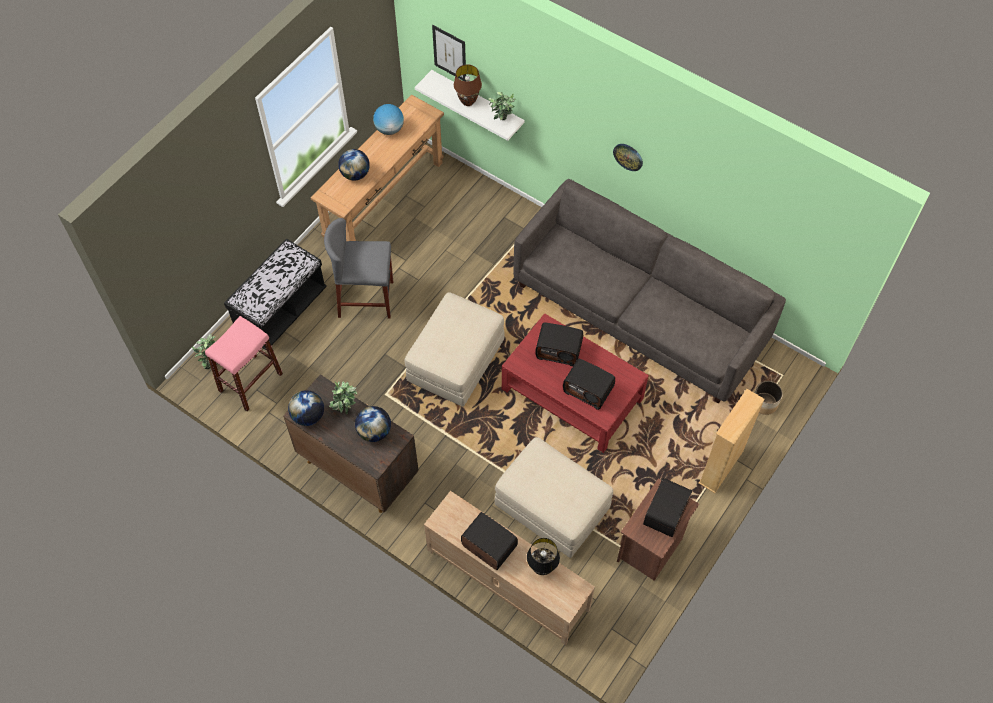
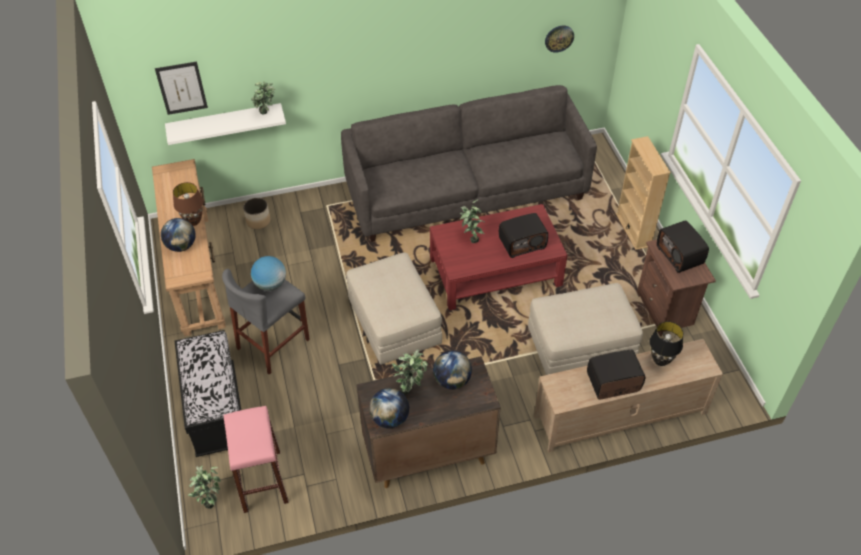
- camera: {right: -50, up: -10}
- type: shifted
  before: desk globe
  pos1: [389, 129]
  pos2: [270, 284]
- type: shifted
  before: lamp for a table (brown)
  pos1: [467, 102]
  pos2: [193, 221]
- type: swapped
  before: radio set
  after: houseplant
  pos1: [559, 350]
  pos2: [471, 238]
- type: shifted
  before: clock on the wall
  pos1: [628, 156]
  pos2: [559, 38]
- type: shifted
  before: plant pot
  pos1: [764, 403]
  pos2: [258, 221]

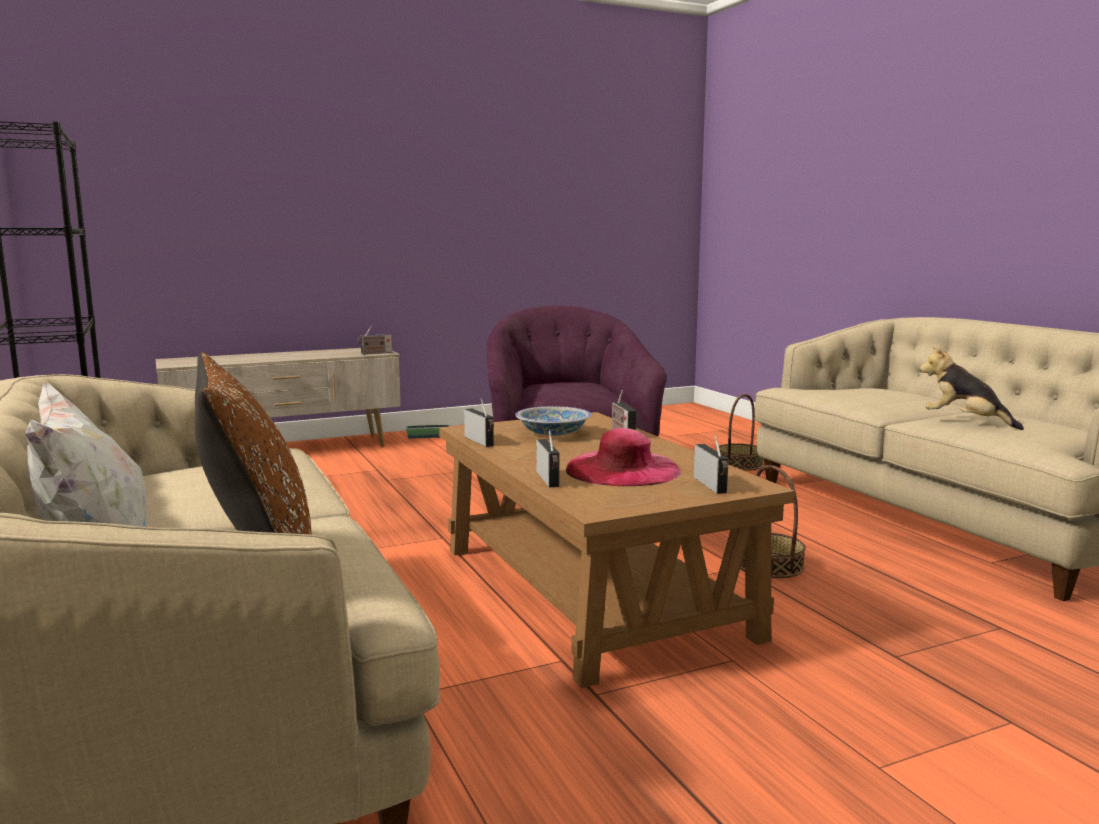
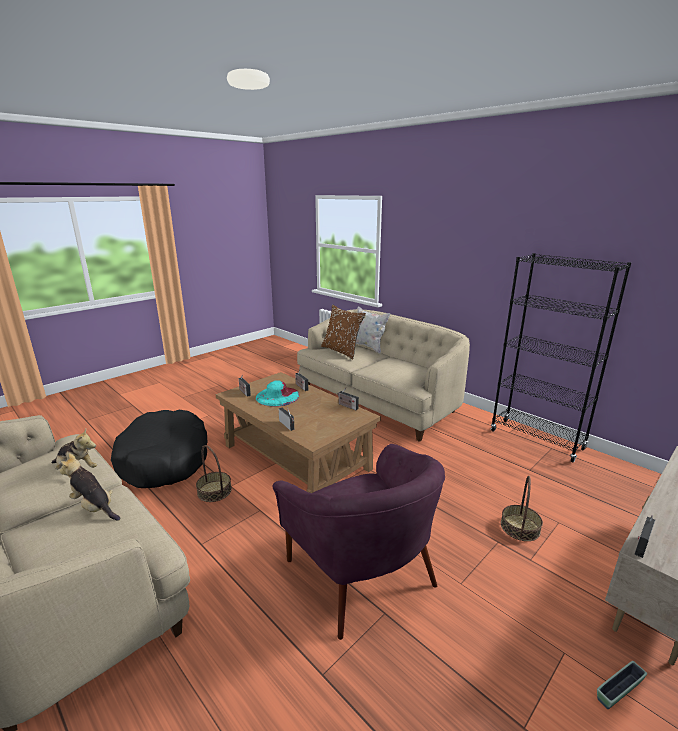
- camera: {right: 160, up: 10}
- type: gone
  before: deep dish
  pos1: [553, 434]
- type: repainted
  before: wearable hat (pinkish)
  after: wearable hat (turquoise)
  pos1: [622, 469]
  pos2: [277, 396]
- type: shifted
  before: household basket
  pos1: [740, 464]
  pos2: [520, 527]
- type: new
  after: soft toy
  pos2: [94, 507]
- type: new
  after: dog cushion (black)
  pos2: [165, 460]

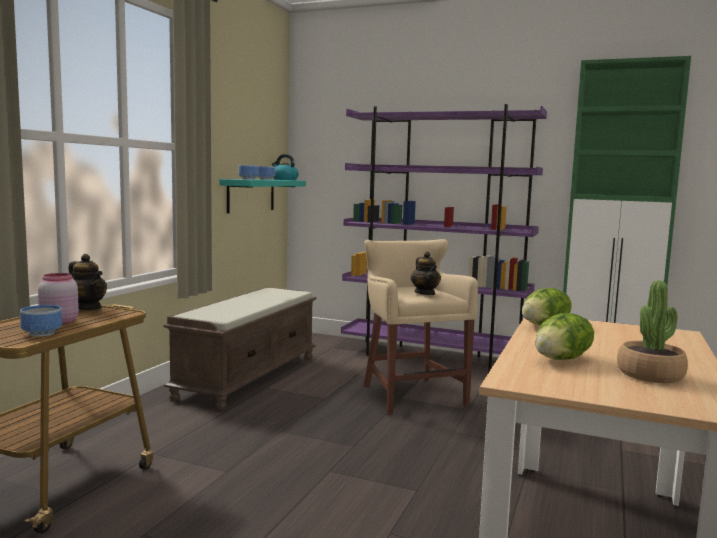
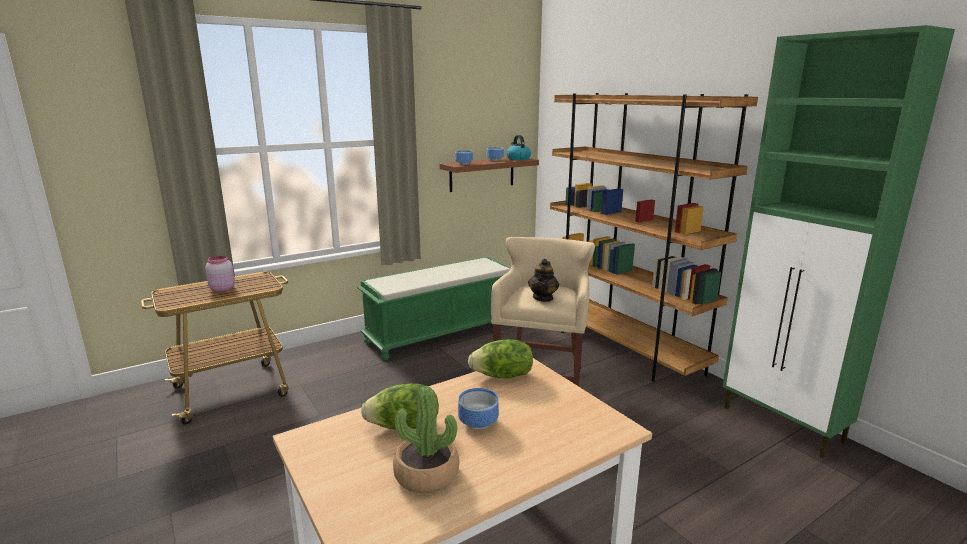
- camera: {right: 35, up: 10}
- type: shifted
  before: deep dish
  pos1: [40, 333]
  pos2: [476, 422]
- type: gone
  before: tea pot
  pos1: [87, 308]
- type: repainted
  before: long seat (brown)
  after: long seat (green-coloured)
  pos1: [248, 376]
  pos2: [441, 332]
- type: repainted
  before: wall shelf (turquoise)
  after: wall shelf (brown)
  pos1: [251, 195]
  pos2: [482, 174]
- type: repainted
  before: bookcase (purple-coloured)
  after: bookcase (brown)
  pos1: [433, 357]
  pos2: [621, 348]

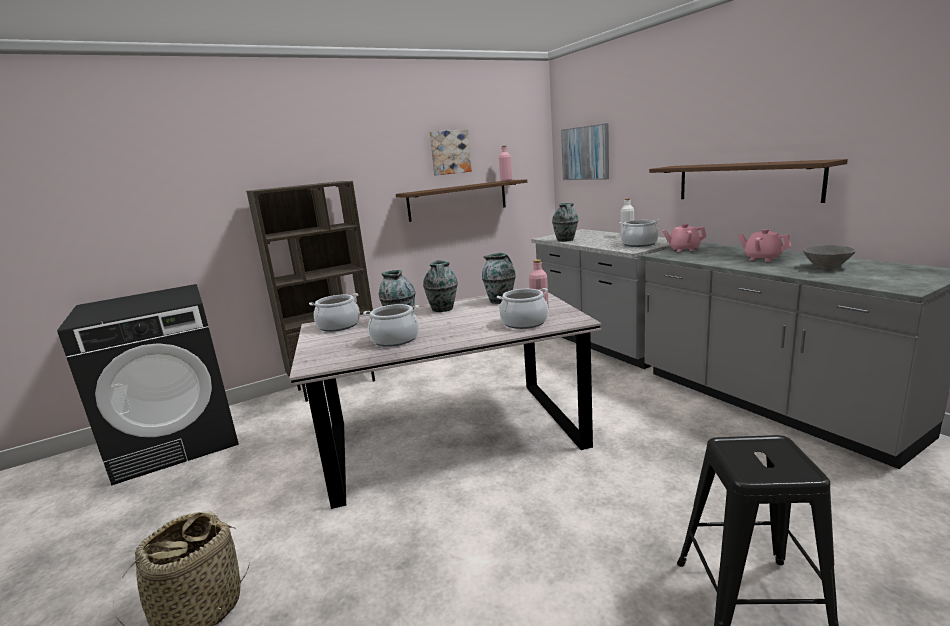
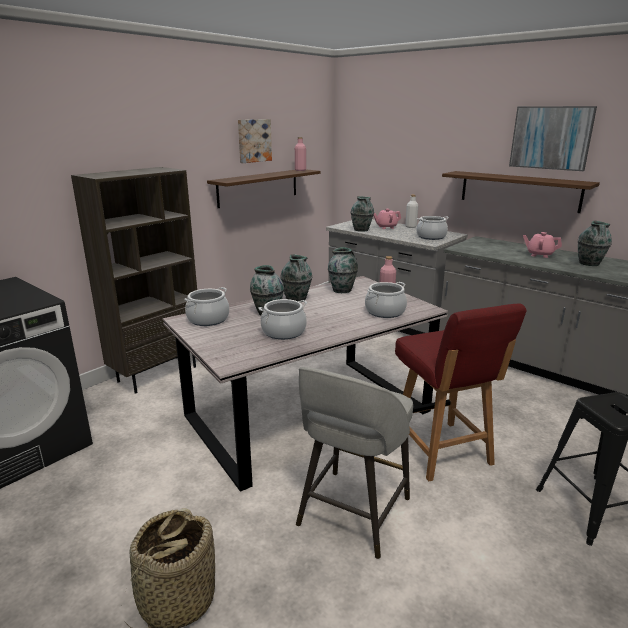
- camera: {right: -20, up: 5}
- type: shifted
  before: picture
  pos1: [585, 153]
  pos2: [551, 138]
- type: shifted
  before: tea pot (pinkish)
  pos1: [683, 249]
  pos2: [386, 227]
- type: swapped
  before: deep dish (gray)
  after: flower vase
  pos1: [826, 267]
  pos2: [589, 264]
- type: new
  after: sitting stool (gray)
  pos2: [352, 514]
- type: new
  after: upright chair (red)
  pos2: [442, 451]

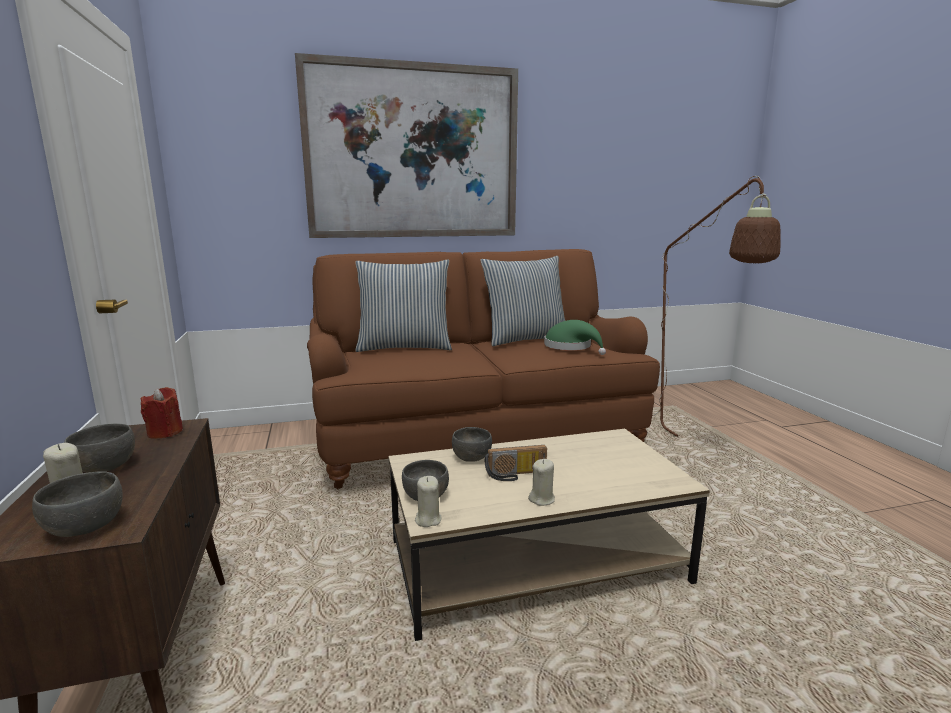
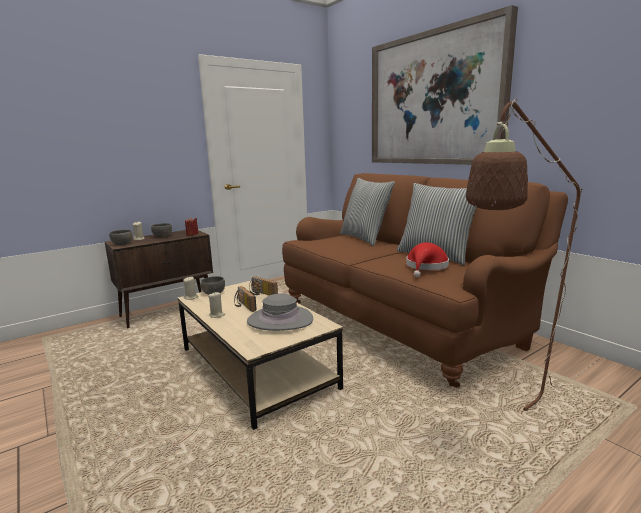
- camera: {right: 70, up: 0}
- type: swapped
  before: deep dish (gray)
  after: radio set
  pos1: [471, 457]
  pos2: [261, 294]
- type: repainted
  before: wearable hat (green-coloured)
  after: wearable hat (red)
  pos1: [571, 347]
  pos2: [426, 267]
- type: new
  after: wearable hat (gray)
  pos2: [280, 320]

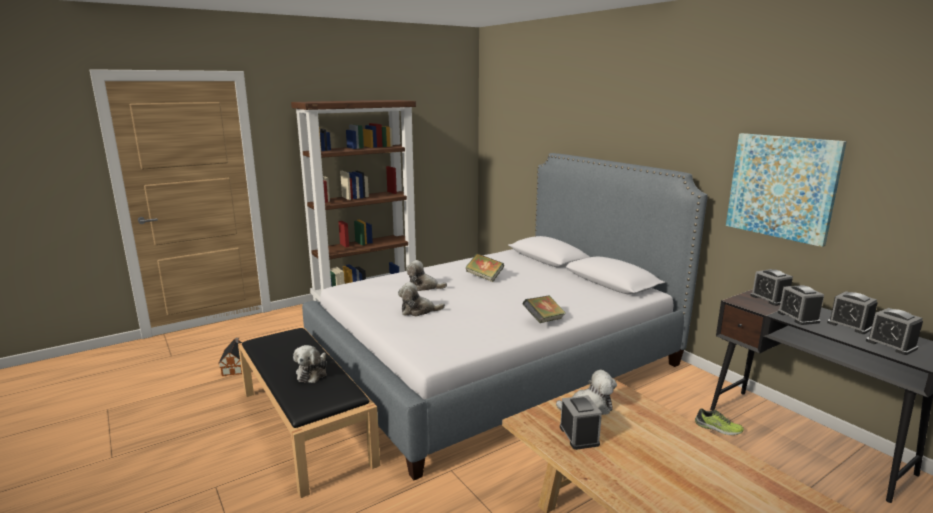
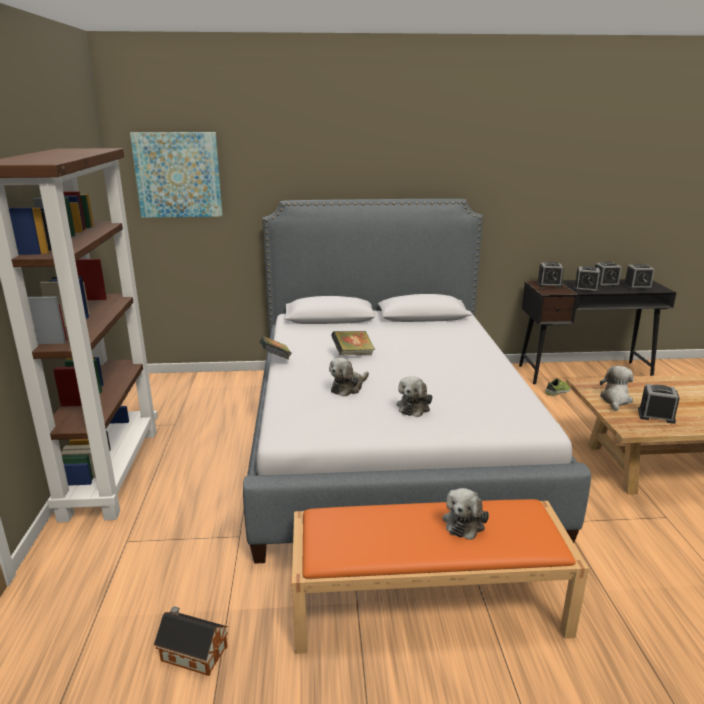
- camera: {right: -60, up: 5}
- type: repainted
  before: long seat (black)
  after: long seat (orange)
  pos1: [306, 426]
  pos2: [429, 603]
- type: rotated
  before: soft toy
  pos1: [313, 373]
  pos2: [464, 522]
  turn: 75
- type: shifted
  before: bound book
  pos1: [543, 320]
  pos2: [276, 359]
- type: shifted
  before: picture
  pos1: [782, 187]
  pos2: [178, 175]

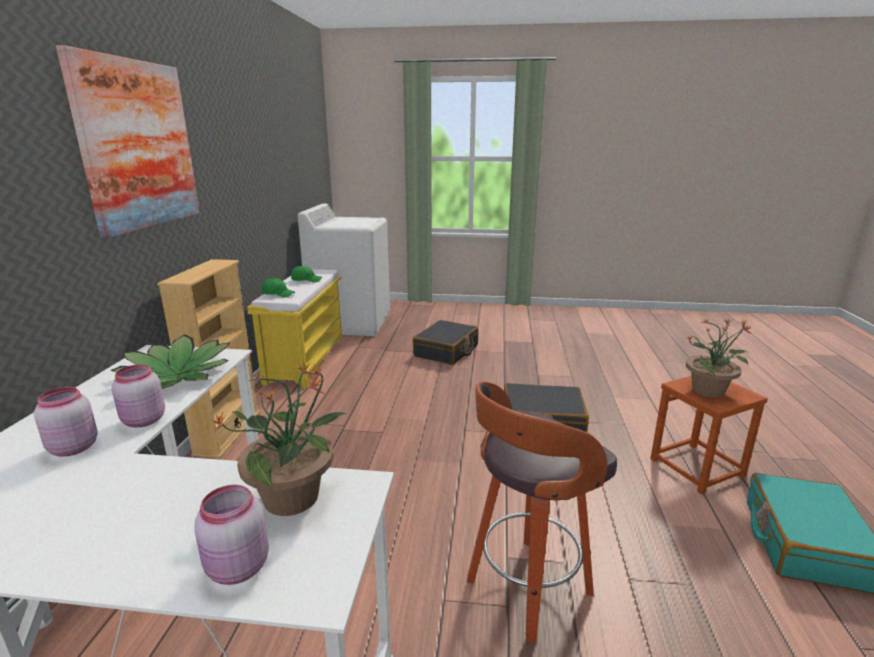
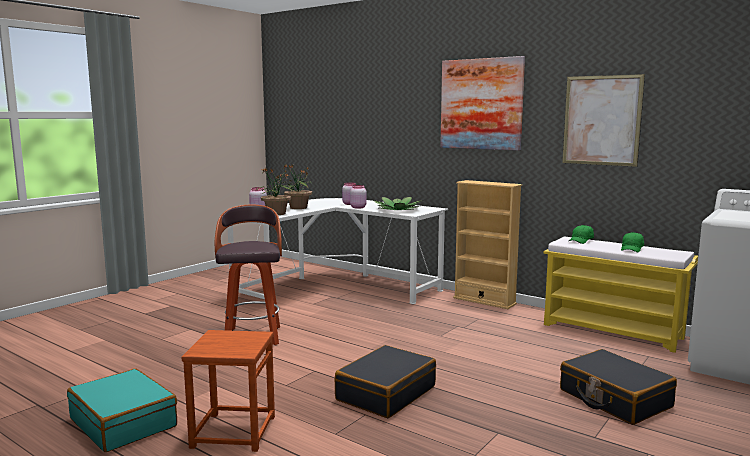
- camera: {right: 120, up: -10}
- type: shifted
  before: houseplant
  pos1: [709, 390]
  pos2: [298, 208]
- type: new
  after: picture
  pos2: [601, 120]

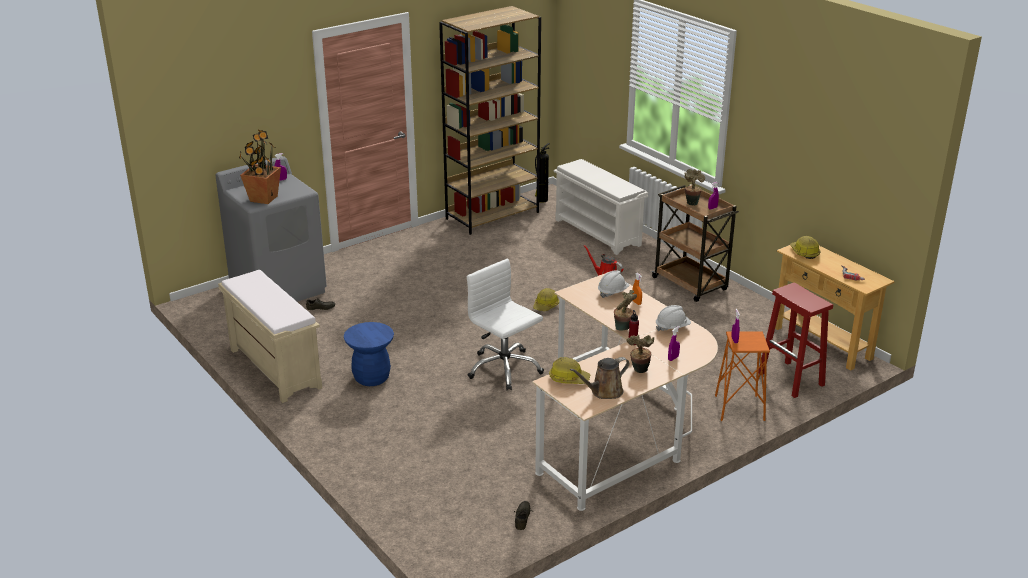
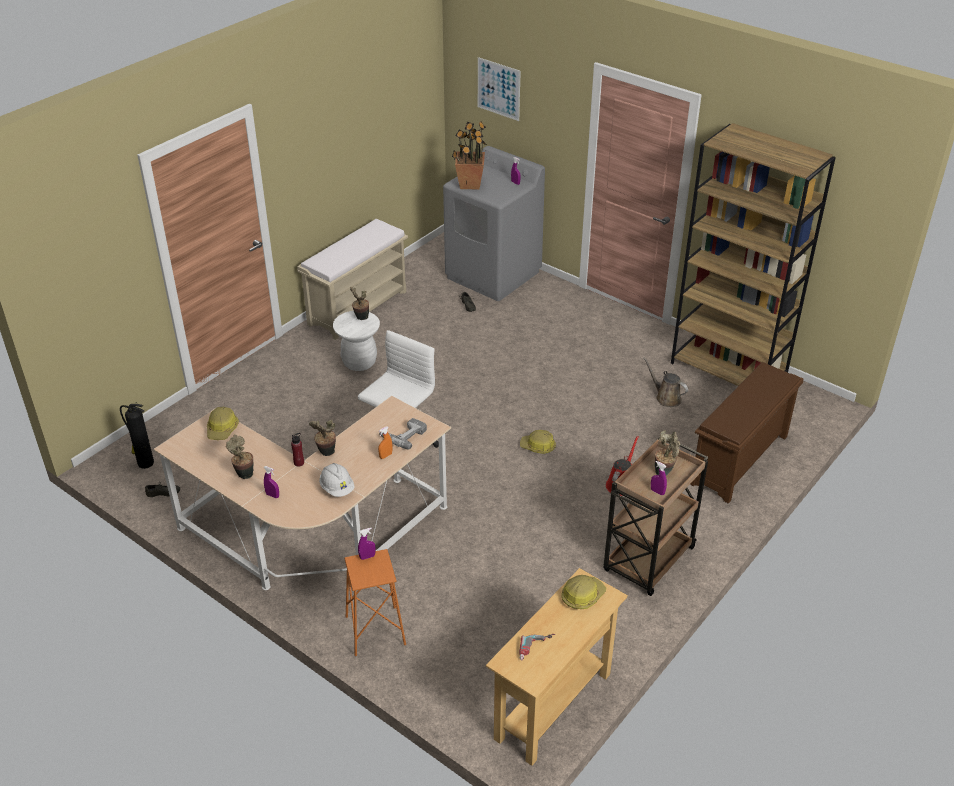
- camera: {right: 75, up: 10}
- type: repainted
  before: sitting stool (bluish)
  after: sitting stool (whitish)
  pos1: [371, 378]
  pos2: [359, 362]
- type: shifted
  before: fire extinguisher
  pos1: [541, 200]
  pos2: [145, 463]
- type: repainted
  before: shoe rack (whitish)
  after: shoe rack (brown)
  pos1: [598, 233]
  pos2: [739, 461]
- type: shifted
  before: watering pot (brown)
  pos1: [604, 392]
  pos2: [666, 397]
- type: swapped
  before: work helmet (whitish)
  after: power drill
  pos1: [612, 292]
  pos2: [403, 435]
- type: gone
  before: sitting stool (red)
  pos1: [792, 380]
- type: new
  after: houseplant
  pos2: [360, 317]
- type: new
  after: picture
  pos2: [498, 89]

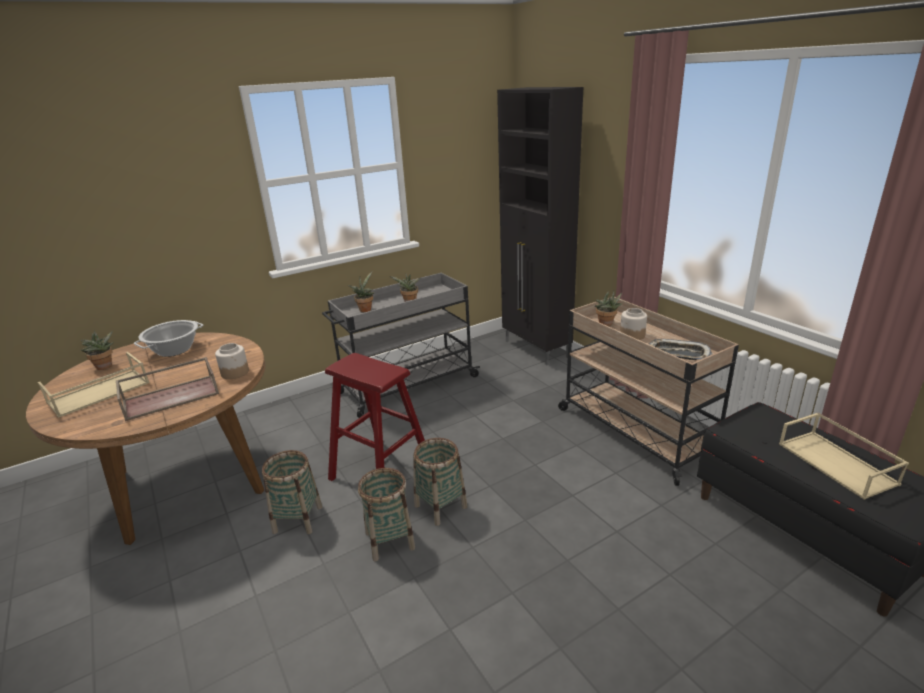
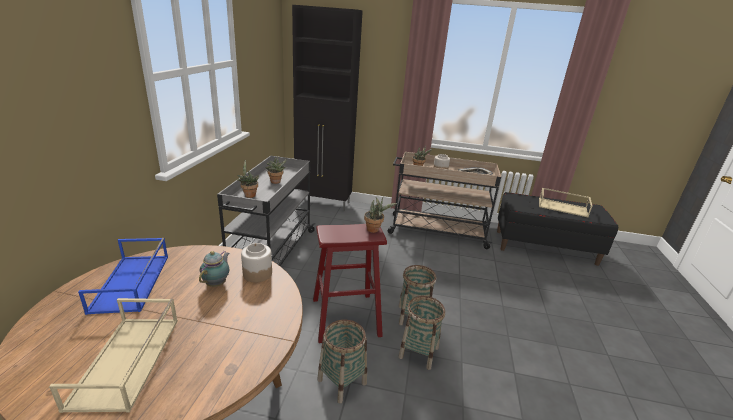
- camera: {right: -50, up: 0}
- type: shifted
  before: houseplant
  pos1: [105, 367]
  pos2: [375, 229]
- type: gone
  before: tray (brown)
  pos1: [172, 396]
- type: swapped
  before: saucepot
  after: tray (bluish)
  pos1: [174, 350]
  pos2: [132, 283]
- type: new
  after: tea pot
  pos2: [217, 283]

